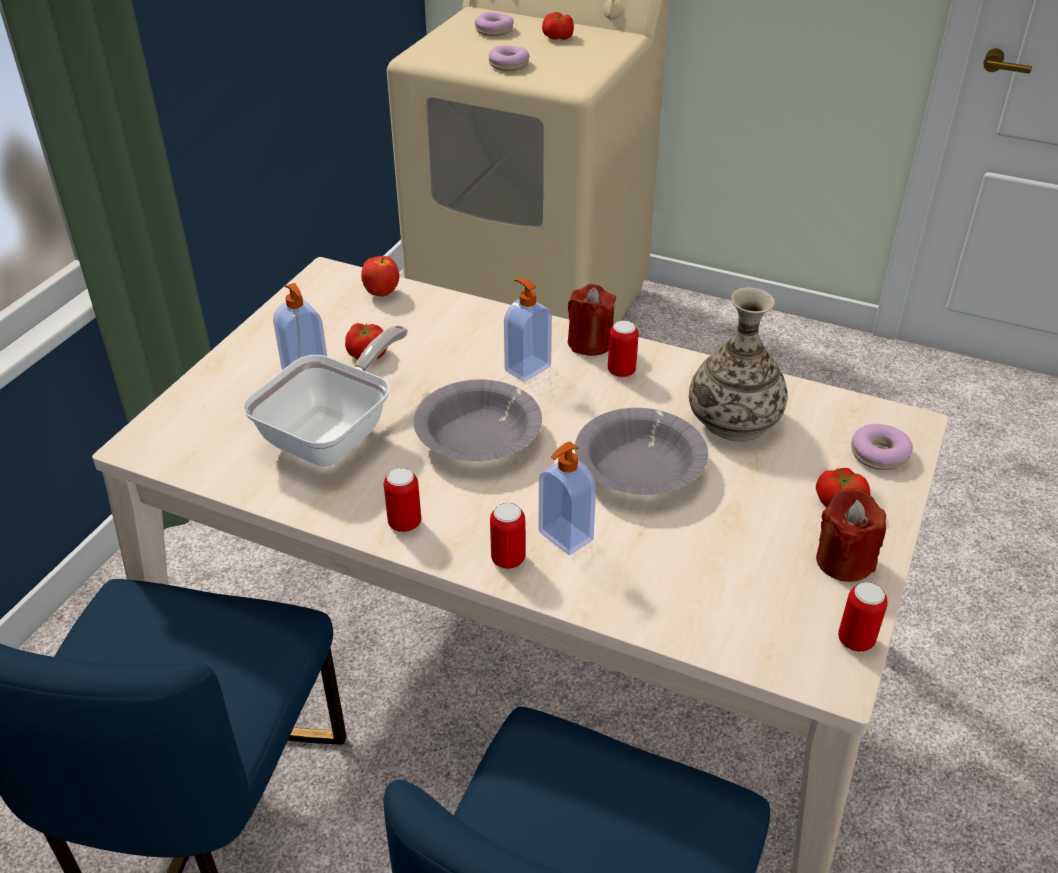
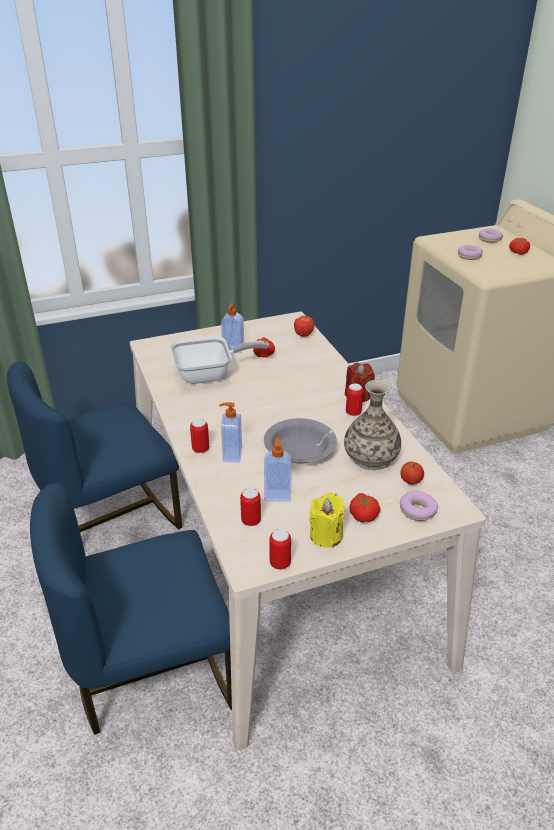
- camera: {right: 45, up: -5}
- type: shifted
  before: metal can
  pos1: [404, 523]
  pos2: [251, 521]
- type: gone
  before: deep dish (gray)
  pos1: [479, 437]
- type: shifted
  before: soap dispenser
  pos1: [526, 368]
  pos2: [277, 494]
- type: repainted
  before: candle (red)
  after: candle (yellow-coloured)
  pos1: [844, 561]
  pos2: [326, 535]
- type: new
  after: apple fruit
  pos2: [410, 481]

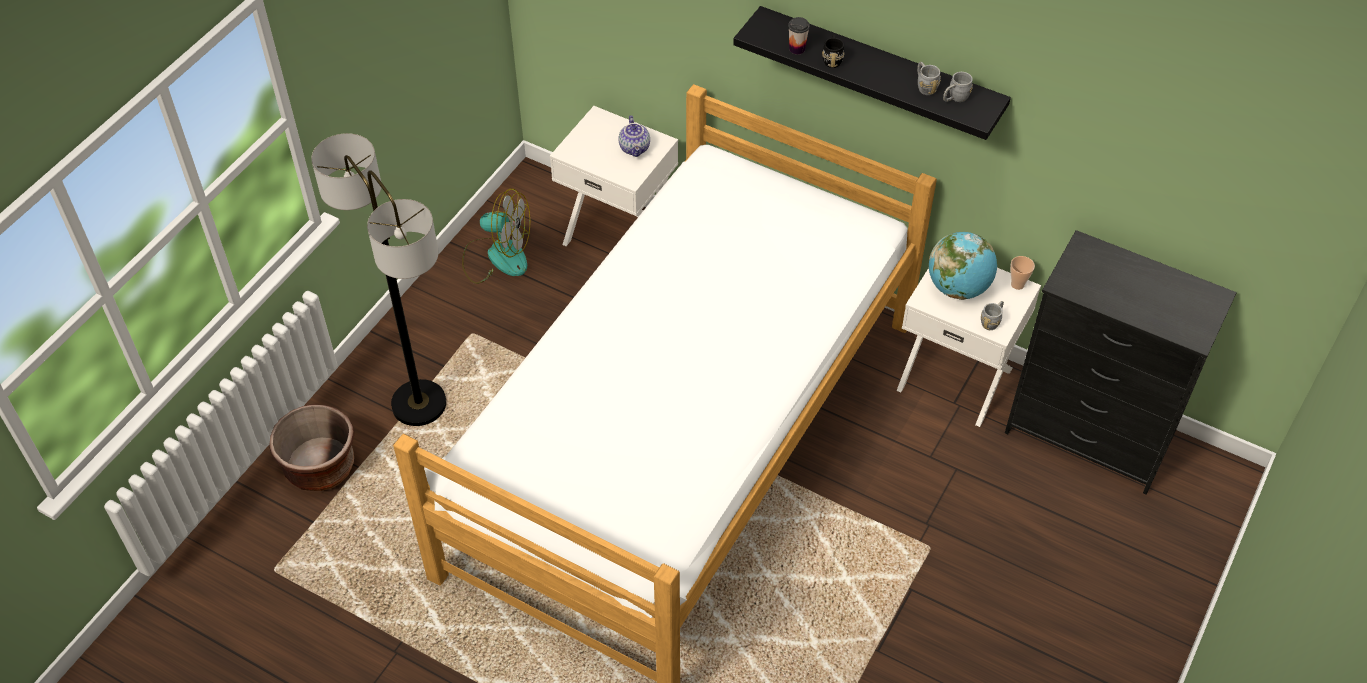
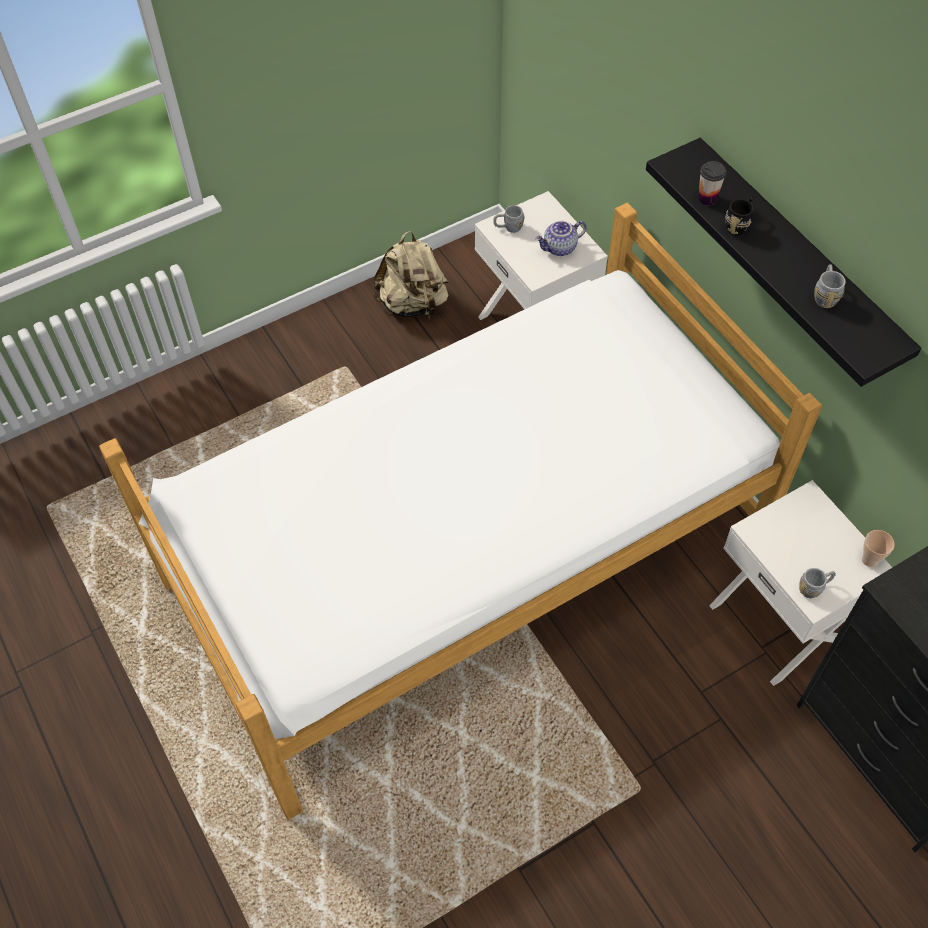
- camera: {right: 30, up: 5}
- type: gone
  before: plant pot (brown)
  pos1: [320, 467]
- type: gone
  before: standard lamp
  pos1: [419, 404]
- type: swapped
  before: fan
  after: knapsack (beige)
  pos1: [497, 256]
  pos2: [413, 304]
- type: rotated
  before: tea pot
  pos1: [635, 148]
  pos2: [560, 248]
  turn: 45
- type: gone
  before: desk globe
  pos1: [958, 288]
- type: shifted
  before: tea mug (gray)
  pos1: [955, 98]
  pos2: [508, 227]

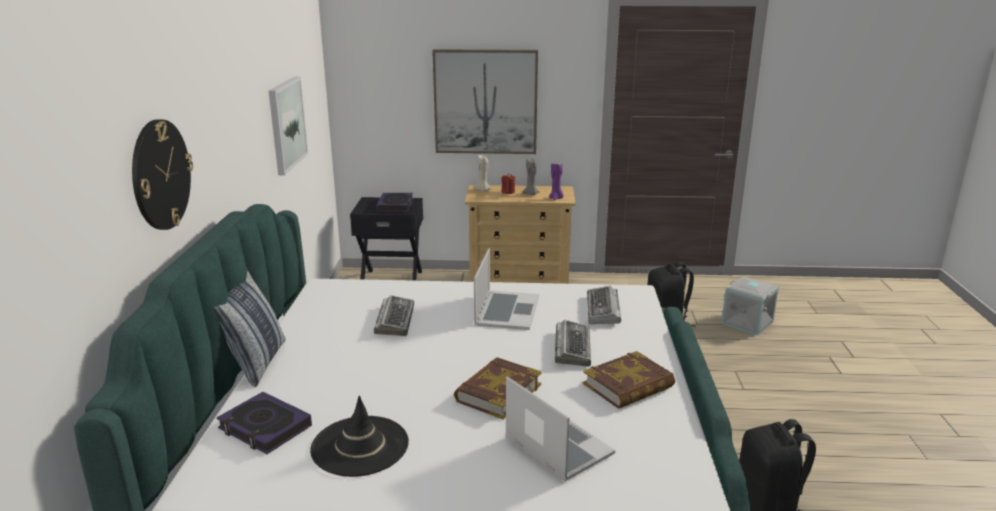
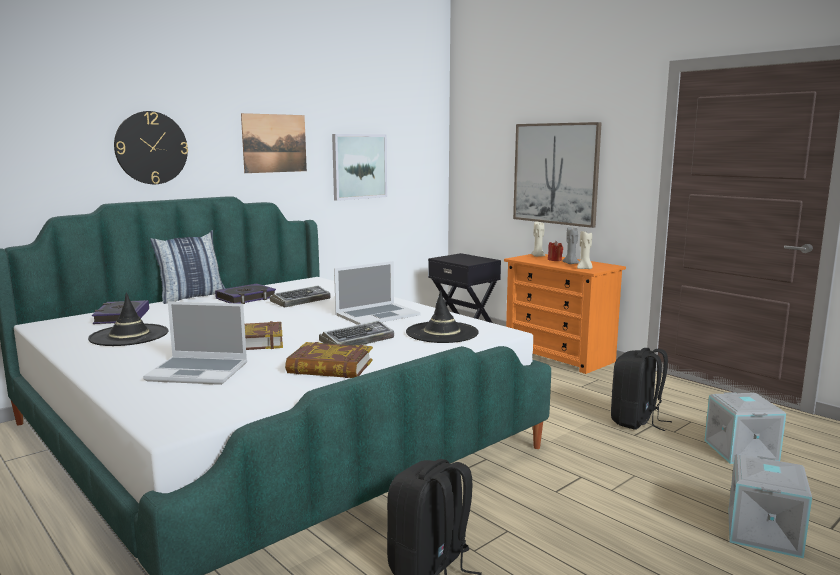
- camera: {right: 45, up: -10}
- type: shifted
  before: bound book
  pos1: [395, 206]
  pos2: [246, 298]
- type: repainted
  before: dresser (beige)
  after: dresser (orange)
  pos1: [520, 282]
  pos2: [559, 355]
- type: rotated
  before: notebook computer
  pos1: [556, 447]
  pos2: [199, 372]
  turn: 90
- type: repainted
  before: candle (purple-coloured)
  after: candle (beige)
  pos1: [556, 198]
  pos2: [584, 269]
- type: swapped
  before: keyboard
  after: wearable hat (black)
  pos1: [603, 311]
  pos2: [442, 333]
- type: new
  after: picture
  pos2: [274, 143]
- type: new
  after: storage box (gray)
  pos2: [765, 533]

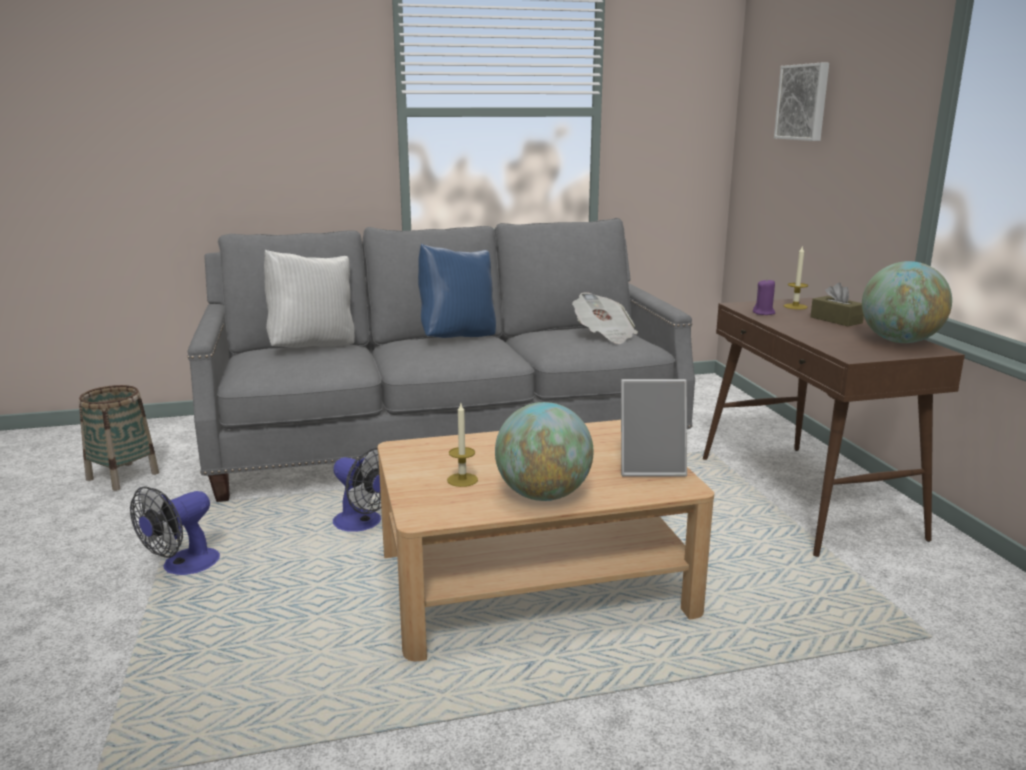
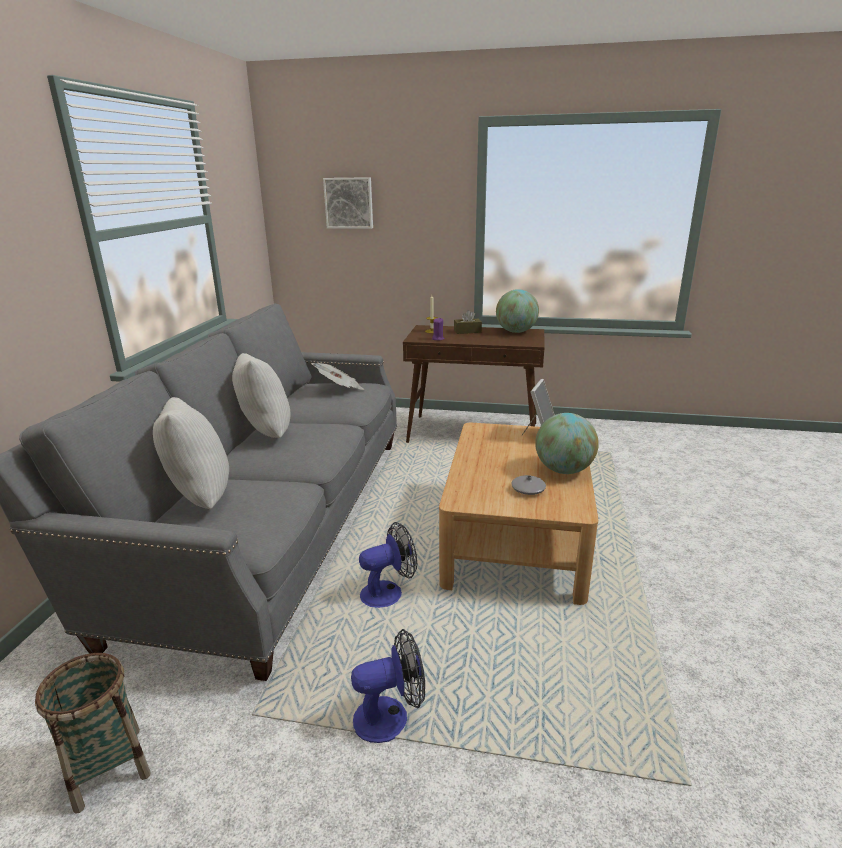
- camera: {right: -65, up: 5}
- type: rotated
  before: fan
  pos1: [182, 567]
  pos2: [390, 716]
  turn: -75
- type: repainted
  before: cushion (bluish)
  after: cushion (whitish)
  pos1: [457, 337]
  pos2: [264, 433]
- type: swapped
  before: candle
  after: flower vase (gray)
  pos1: [462, 480]
  pos2: [528, 489]

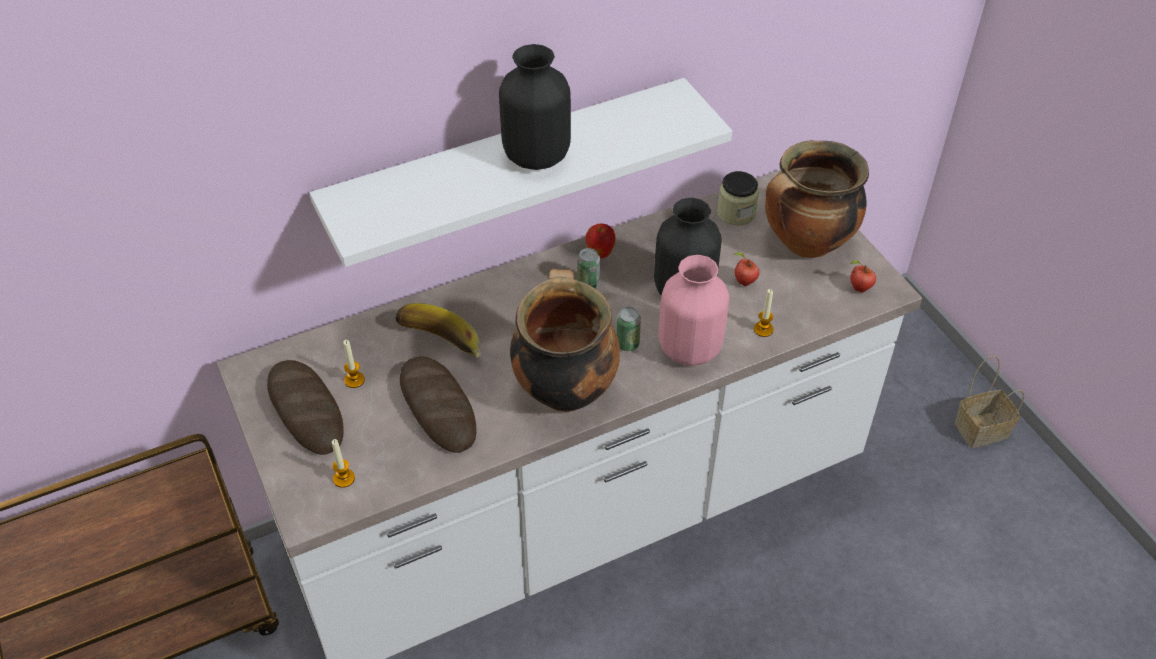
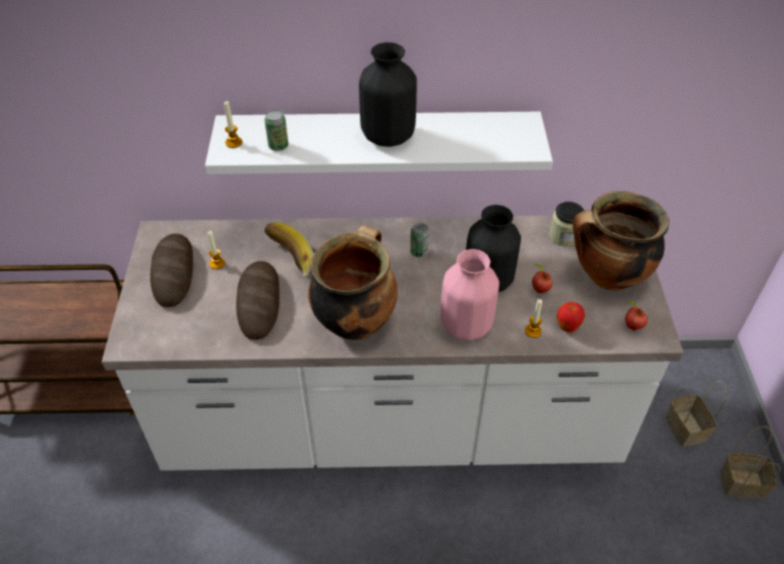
- camera: {right: 25, up: 0}
- type: shifted
  before: candle
  pos1: [344, 478]
  pos2: [233, 142]
- type: shifted
  before: apple fruit
  pos1: [600, 254]
  pos2: [567, 327]
- type: shifted
  before: metal can
  pos1: [627, 344]
  pos2: [278, 146]
- type: new
  after: household basket
  pos2: [684, 427]

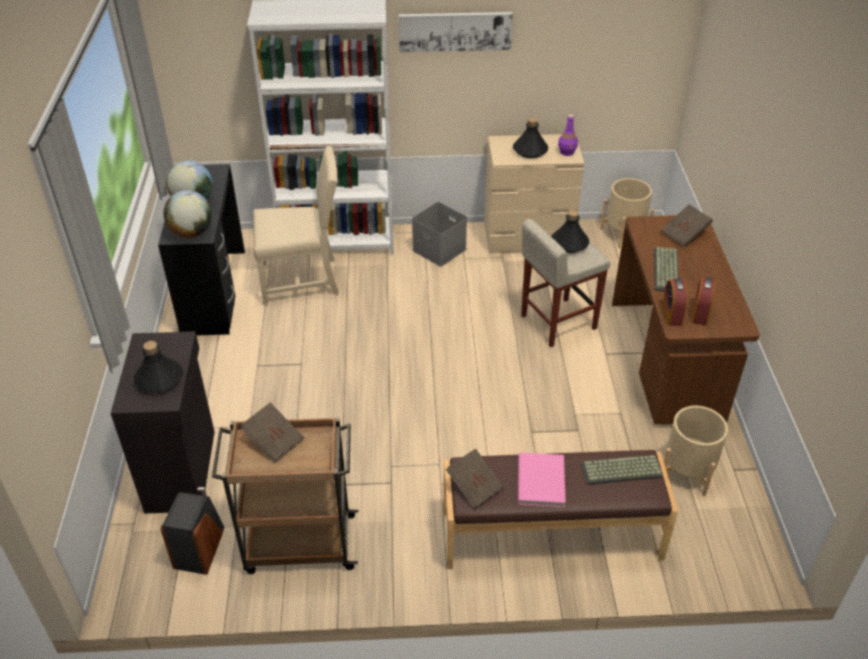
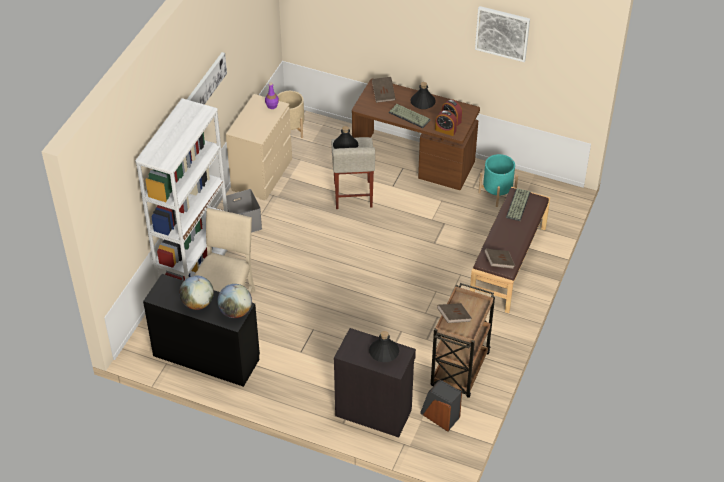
- camera: {right: -65, up: 5}
- type: shifted
  before: drink bottle (black)
  pos1: [530, 150]
  pos2: [422, 102]
- type: gone
  before: bound book (pinkish)
  pos1: [542, 481]
- type: repainted
  before: plant pot (beige)
  after: plant pot (turquoise)
  pos1: [687, 471]
  pos2: [497, 193]
- type: new
  after: picture
  pos2: [502, 33]

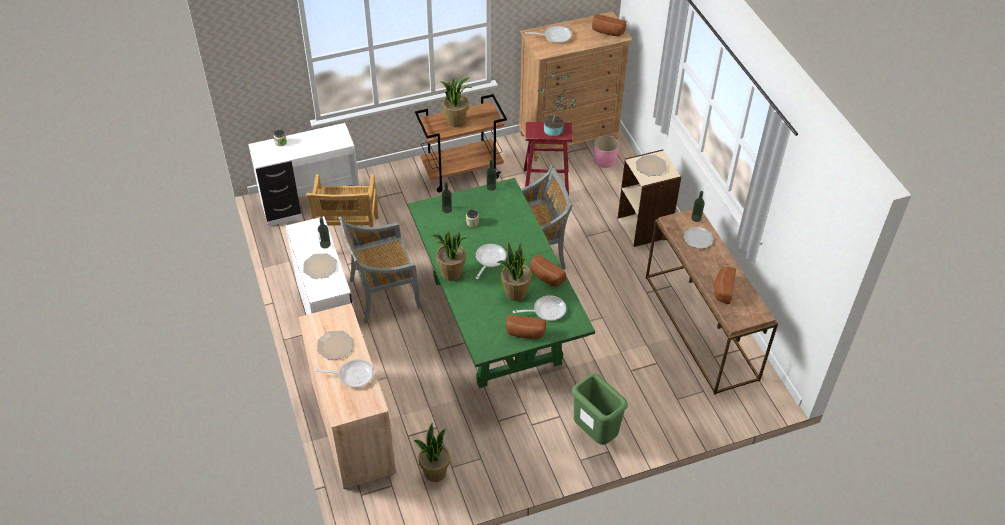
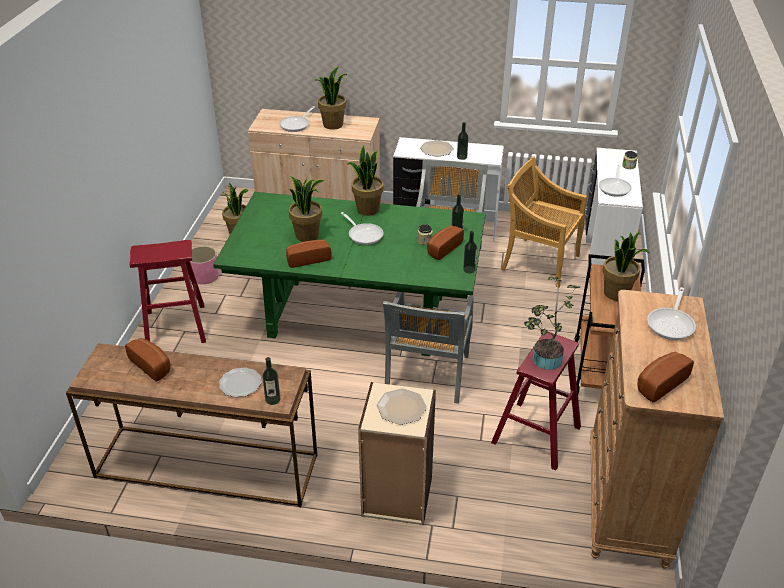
- camera: {right: 120, up: -10}
- type: swapped
  before: plate
  after: houseplant
  pos1: [335, 346]
  pos2: [333, 124]
- type: shifted
  before: bread
  pos1: [525, 334]
  pos2: [442, 248]
- type: shifted
  before: frying pan
  pos1: [546, 310]
  pos2: [615, 187]
- type: swapped
  before: rubbish bin (green-coloured)
  after: sitting stool (red)
  pos1: [595, 433]
  pos2: [176, 327]
- type: shifted
  before: plant pot (pinkish)
  pos1: [604, 159]
  pos2: [205, 276]

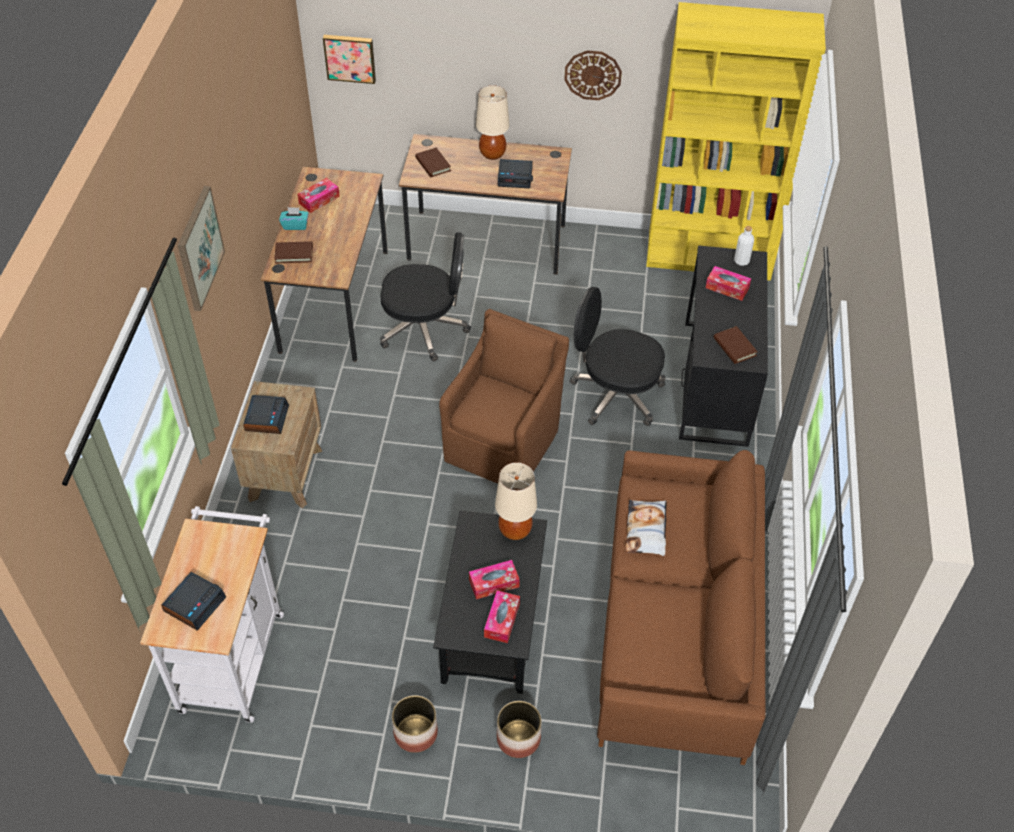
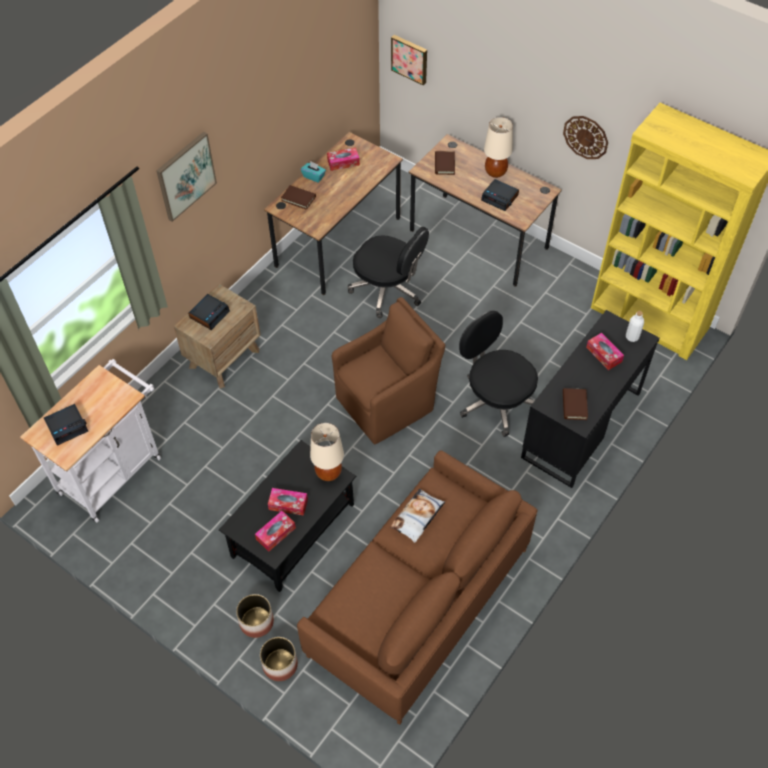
- camera: {right: 30, up: 5}
- type: shifted
  before: plant pot
  pos1: [415, 733]
  pos2: [280, 665]

